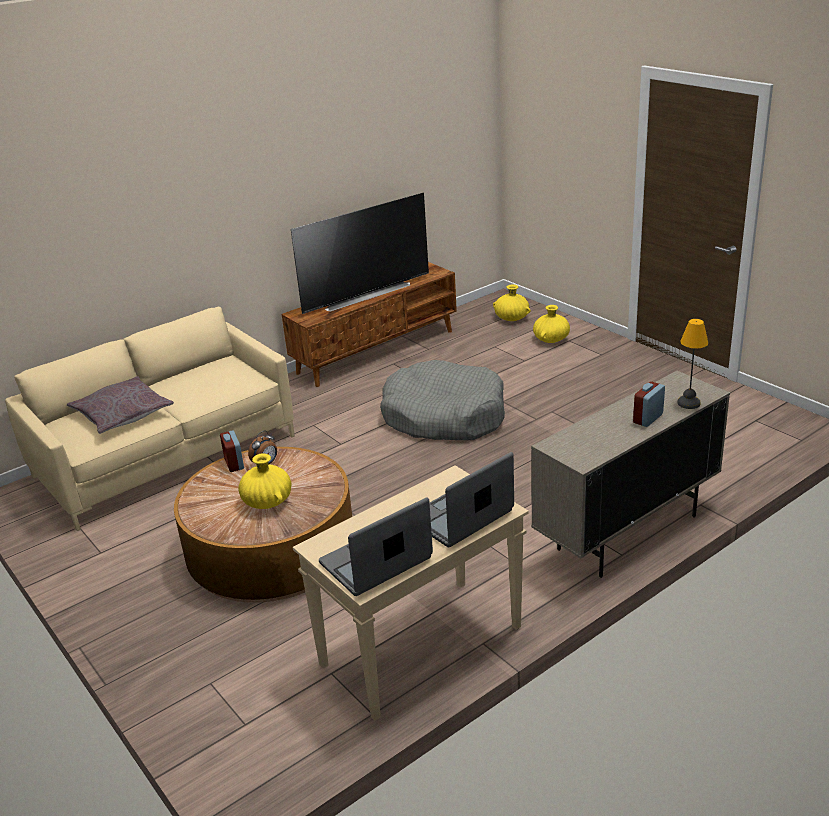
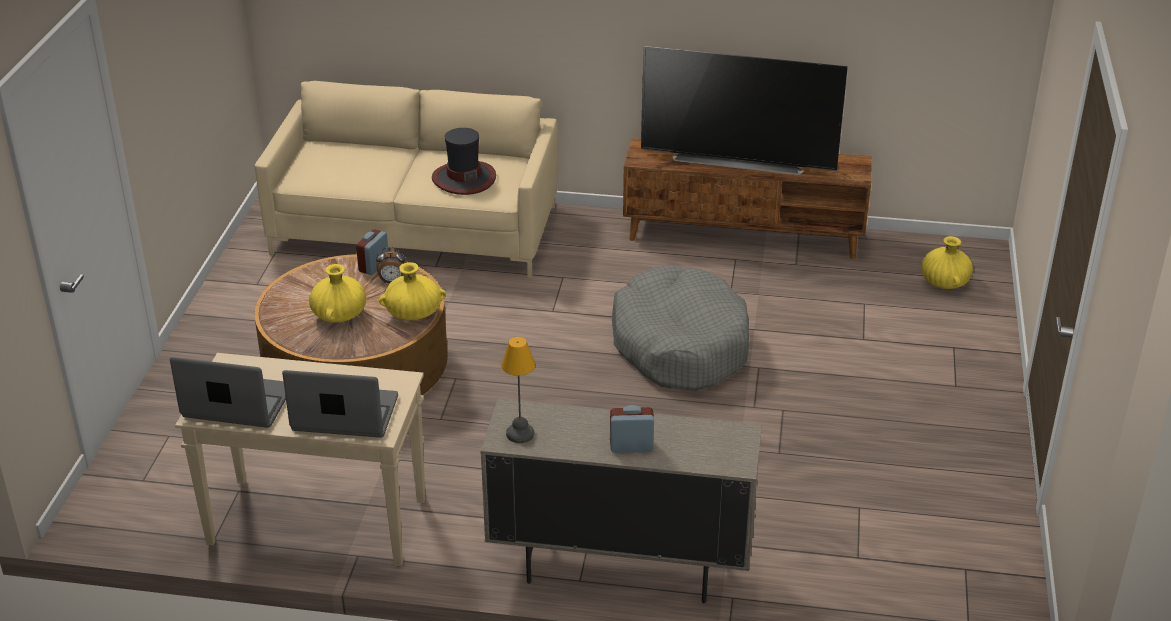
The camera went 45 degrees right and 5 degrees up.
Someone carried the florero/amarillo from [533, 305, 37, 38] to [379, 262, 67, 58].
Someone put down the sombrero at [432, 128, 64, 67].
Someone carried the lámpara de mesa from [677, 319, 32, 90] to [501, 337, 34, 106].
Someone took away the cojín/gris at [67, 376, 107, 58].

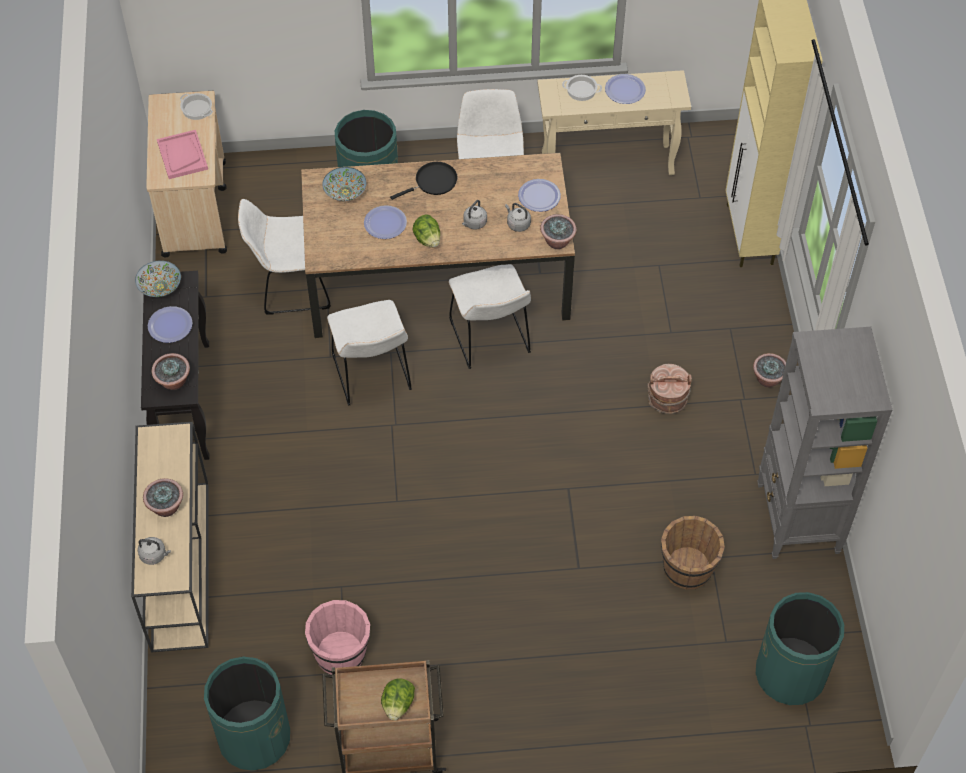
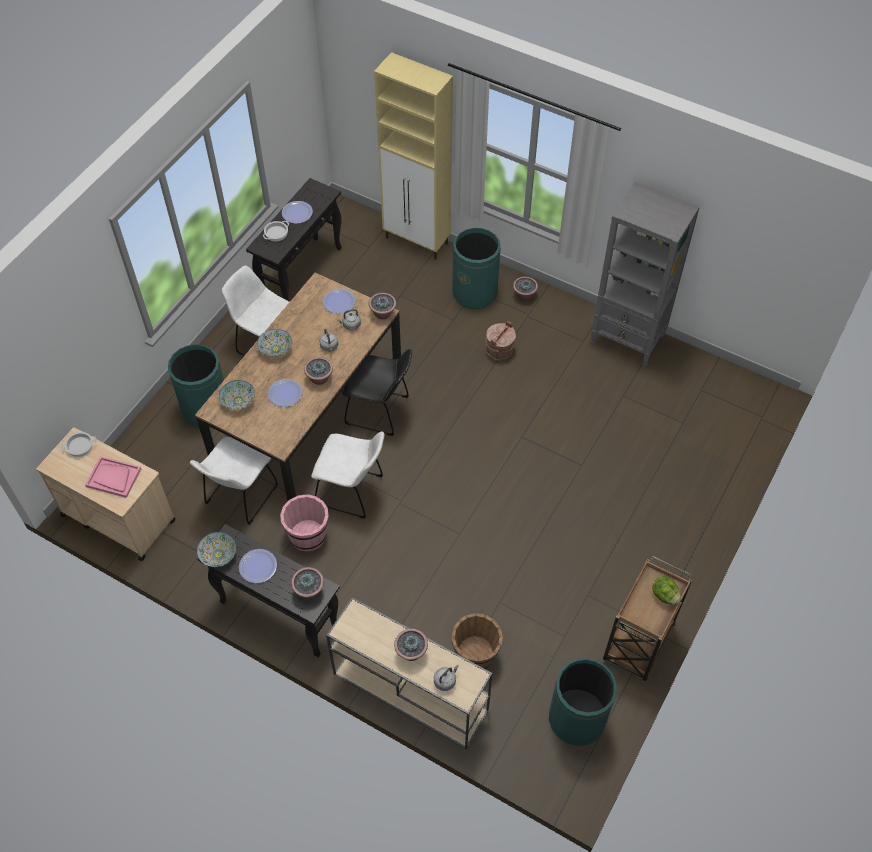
The camera went 55 degrees left and 0 degrees up.
Someone repainted the mesa consola/beis at [537, 70, 154, 105], which became the mesa consola/negro at [246, 178, 96, 123].
Someone swapped the sartén/negro at [390, 162, 68, 38] for the cuenco at [257, 329, 35, 28].
Someone carried the cubo/rosa from [305, 600, 65, 75] to [280, 494, 49, 58].
Someone swapped the lechuga at [412, 214, 28, 33] for the planta en maceta at [304, 357, 29, 28].
Someone repainted the silla/blanco at [449, 264, 82, 105], which became the silla/negro at [342, 349, 70, 87].
Someone carried the cubo/marrón from [661, 516, 64, 73] to [451, 613, 52, 56].
Someone carried the papelera/verde from [756, 592, 88, 113] to [452, 228, 49, 81].

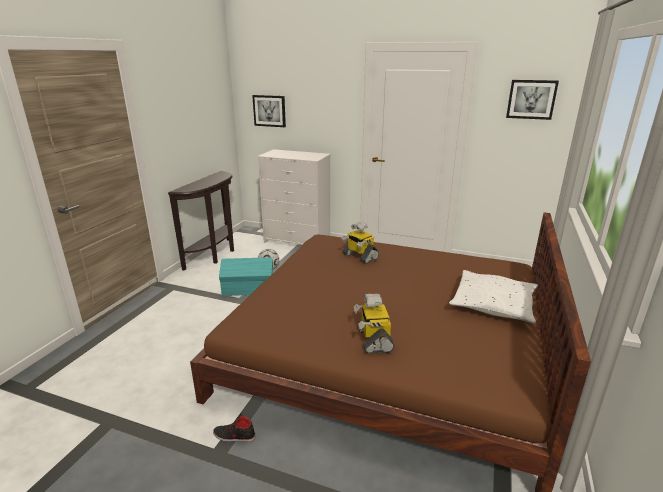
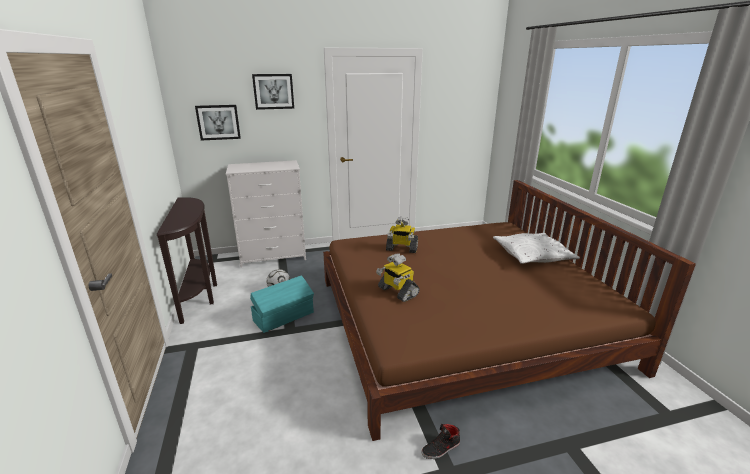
The camera went 35 degrees left and 0 degrees up.
Someone carried the cuadro from [506, 80, 53, 40] to [252, 74, 42, 36].
Someone carried the robot de juguete from [354, 294, 41, 60] to [376, 253, 43, 49].

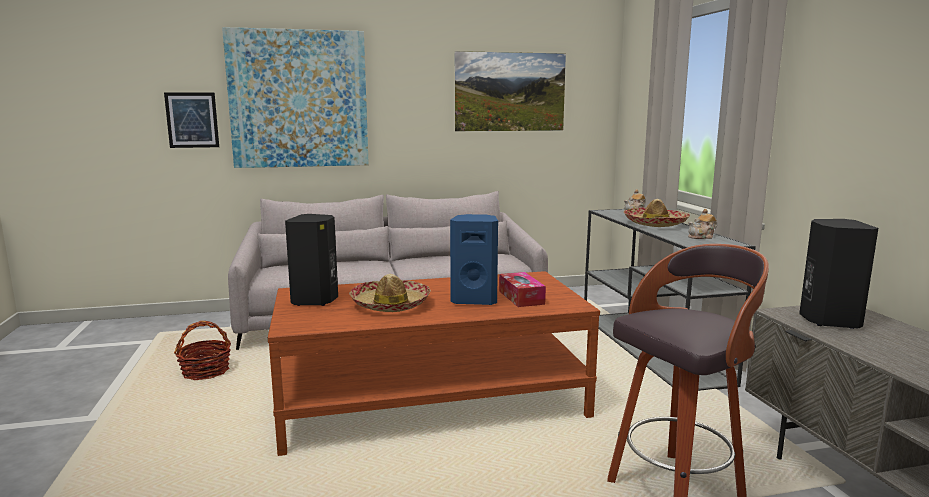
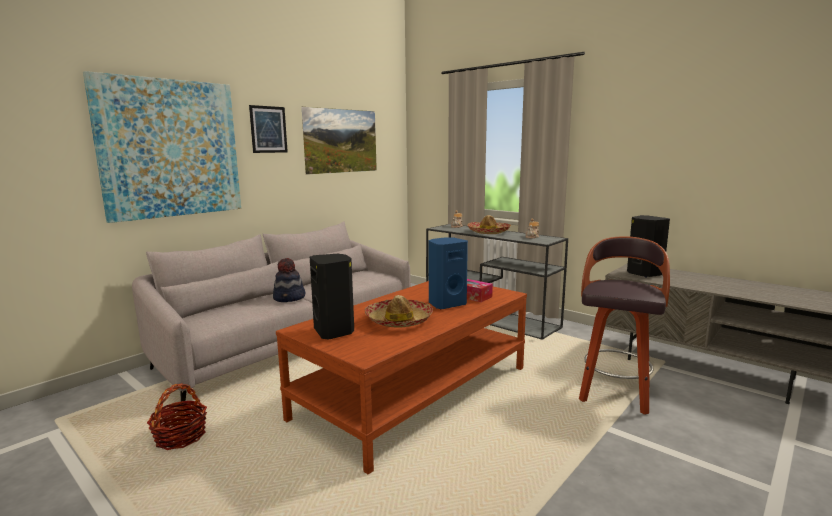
The camera went 35 degrees left and 0 degrees up.
Someone carried the cuadro from [164, 92, 55, 56] to [249, 105, 39, 48].
Someone put down the sombrero at [273, 258, 32, 44].

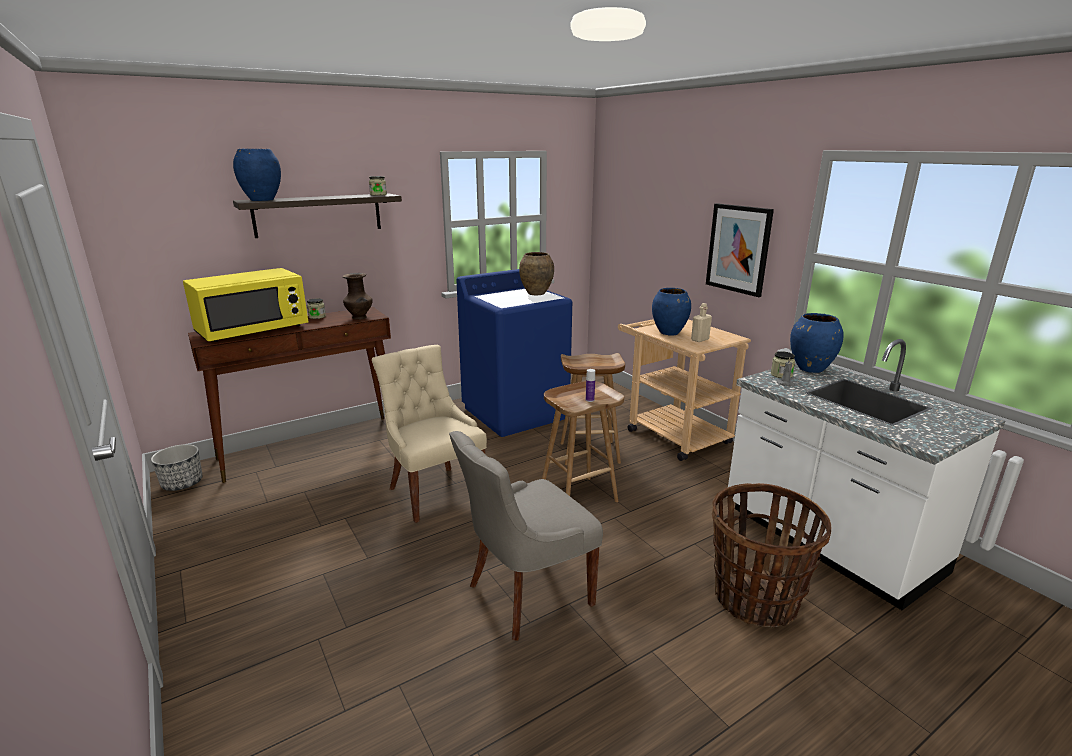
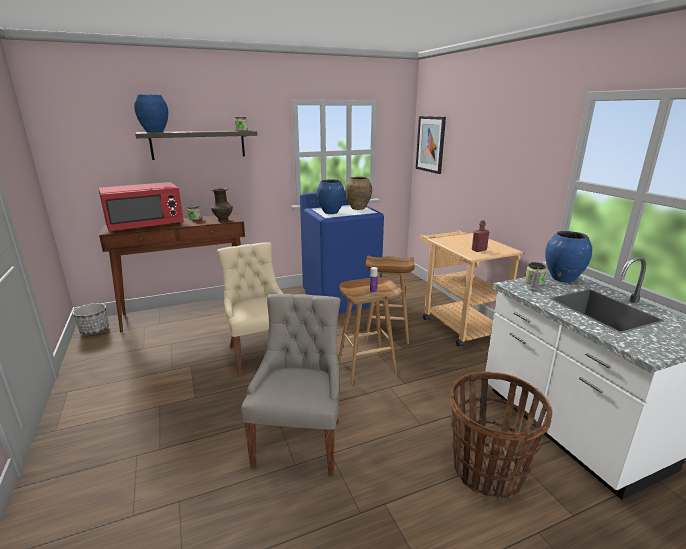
The camera went 10 degrees right and 0 degrees up.
Someone repainted the microondas/amarillo at [183, 268, 125, 74], which became the microondas/rojo at [98, 182, 86, 50].
Someone rotated the silla/gris at [449, 431, 154, 210] by 120 degrees clockwise.
Someone carried the florero/azul from [652, 288, 39, 48] to [317, 179, 28, 35].
Someone carried the cuadro from [706, 203, 68, 94] to [416, 116, 30, 58].
Someone repainted the botella/beis at [691, 303, 21, 39], which became the botella/rojo at [472, 220, 17, 32].

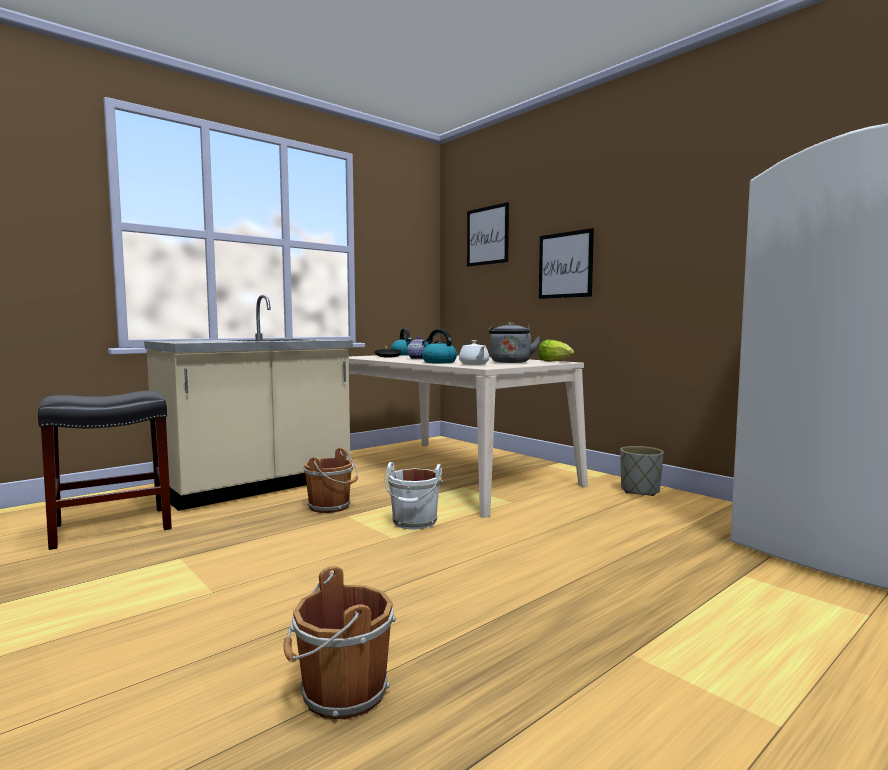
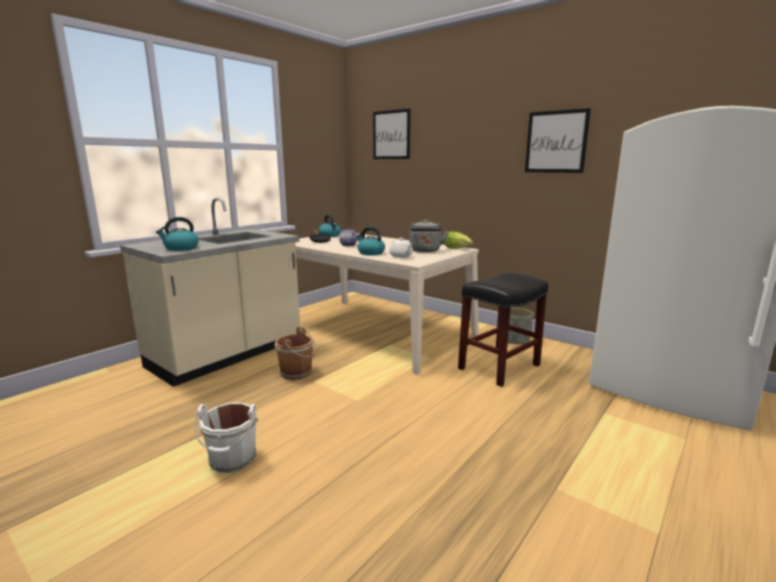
The camera went 10 degrees left and 10 degrees up.
Someone put down the hervidor at [156, 217, 43, 34].
Someone carried the cubo/blanco from [385, 462, 58, 68] to [195, 403, 63, 70].
Someone carried the taburete/negro from [38, 390, 134, 160] to [458, 273, 90, 114].
Someone carried the cuadro from [539, 228, 55, 71] to [525, 108, 66, 65].
Someone took away the cubo/marrón at [284, 566, 112, 153].

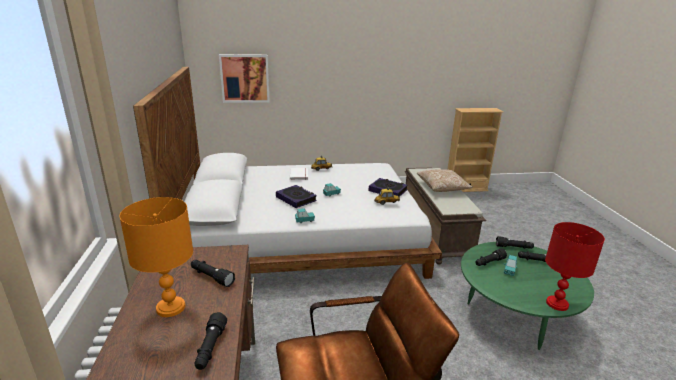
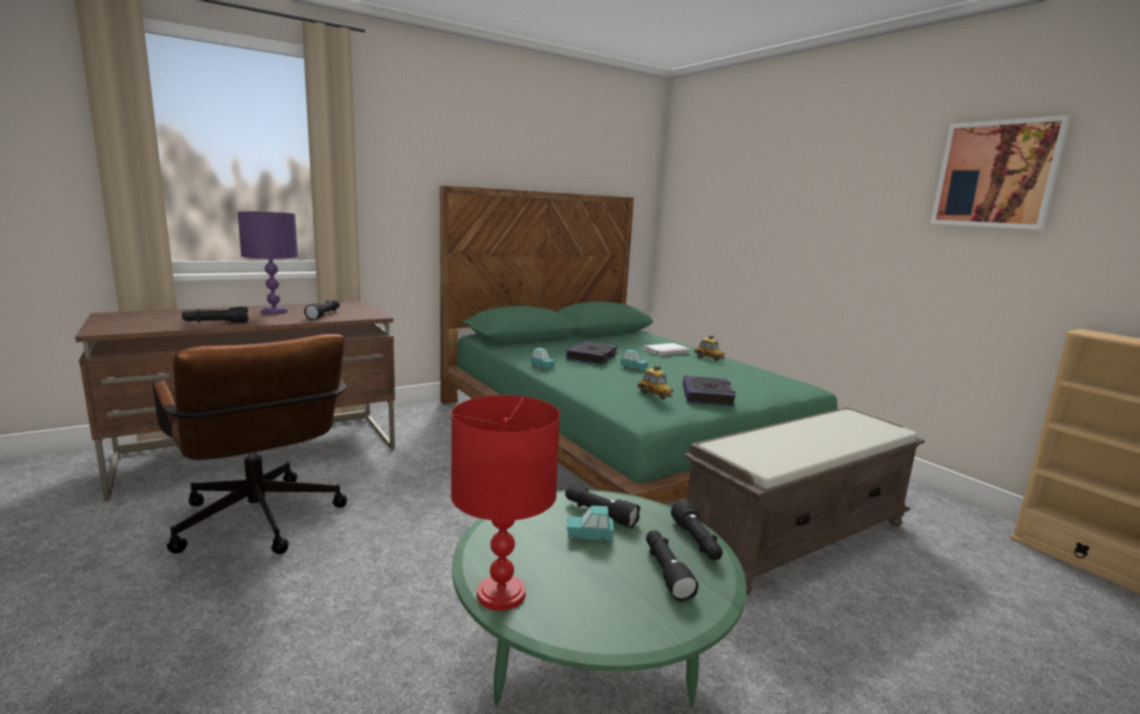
The camera went 65 degrees right and 10 degrees down.
Someone repainted the lámpara de mesa/naranja at [119, 197, 74, 120], which became the lámpara de mesa/morado at [238, 211, 60, 103].
Someone repainted the cama/blanco at [133, 67, 309, 212], which became the cama/verde at [440, 185, 397, 319].
Someone carried the cuadro from [219, 54, 51, 49] to [930, 115, 142, 115].
Someone took away the cojín at [417, 169, 56, 23].

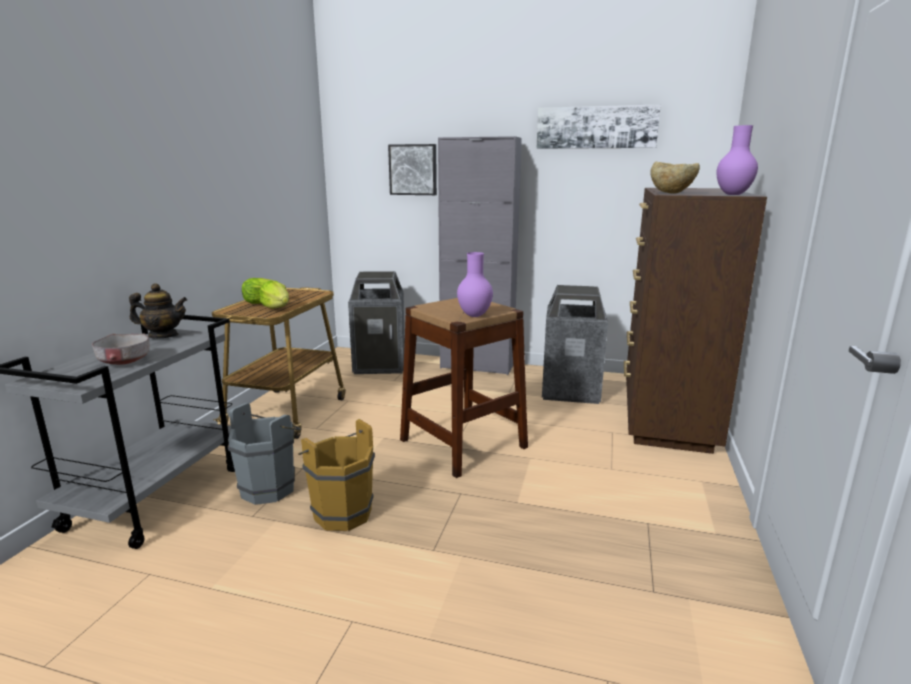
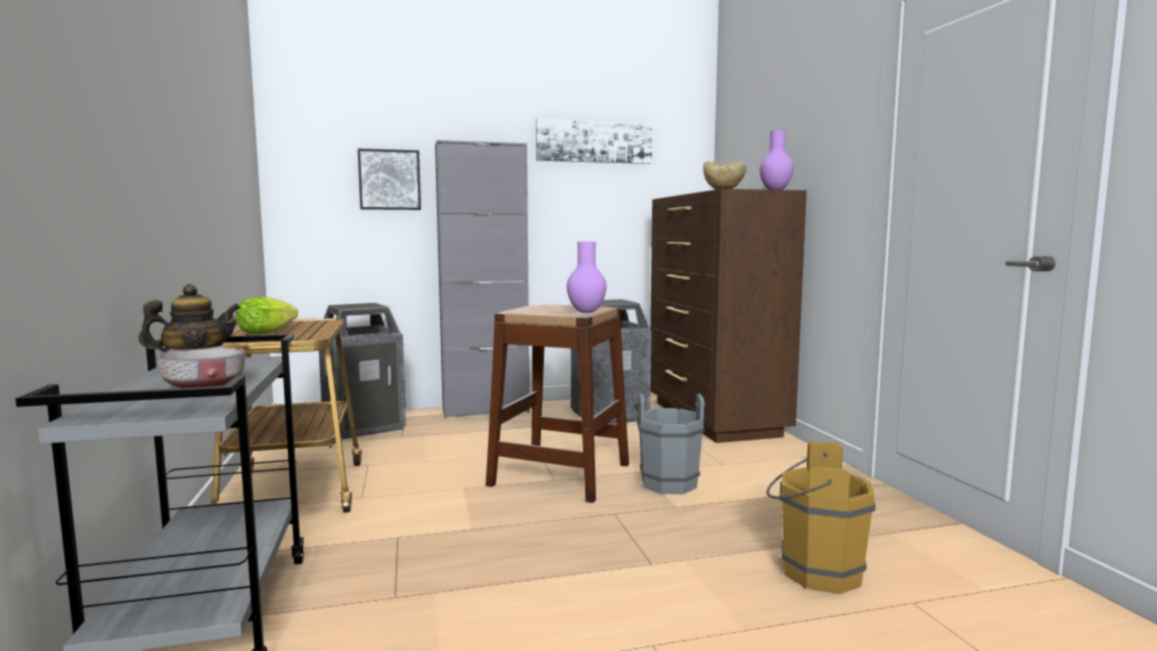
The camera went 30 degrees left and 10 degrees down.
Someone carried the cubo/gris from [228, 402, 73, 103] to [635, 394, 71, 100].
Someone carried the cubo/marrón from [298, 419, 77, 112] to [766, 441, 110, 153].
Someone took away the lechuga at [260, 280, 29, 29].

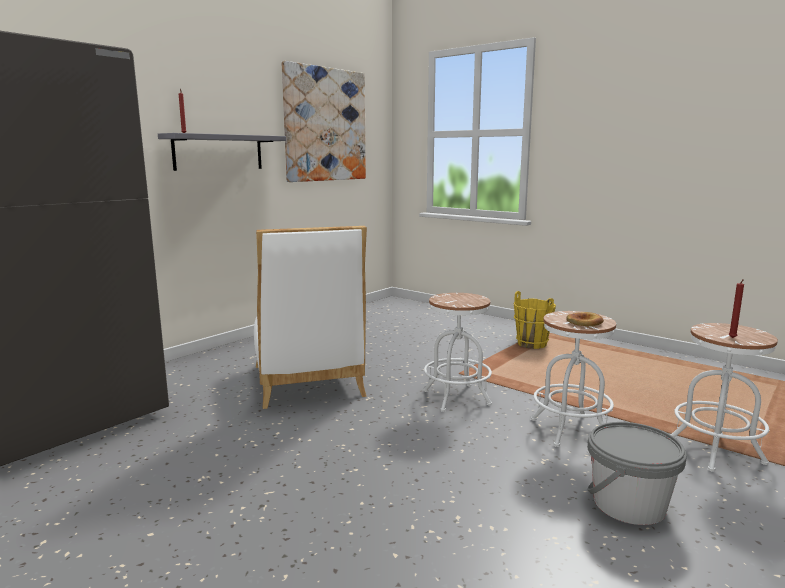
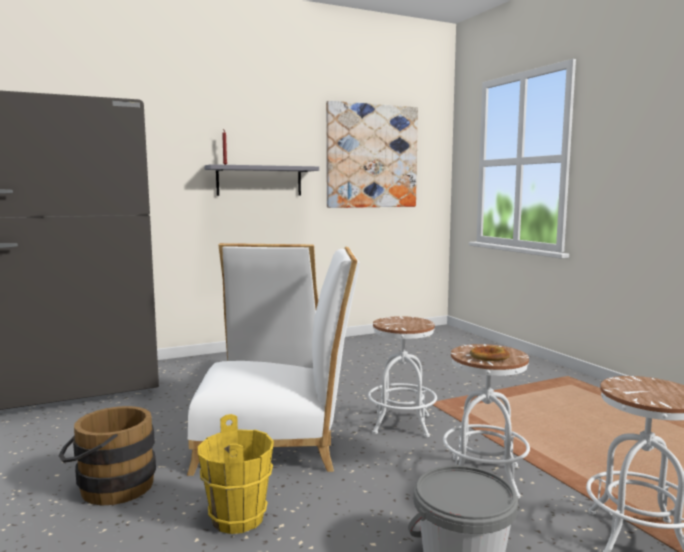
The camera went 25 degrees right and 5 degrees down.
Someone put down the cubo/marrón at [59, 406, 97, 99].
Someone put down the silla/blanco at [187, 247, 173, 229].
Someone carried the cubo/amarillo from [514, 291, 42, 58] to [198, 414, 76, 120].
Someone took away the vela/rojo at [729, 279, 15, 59].

